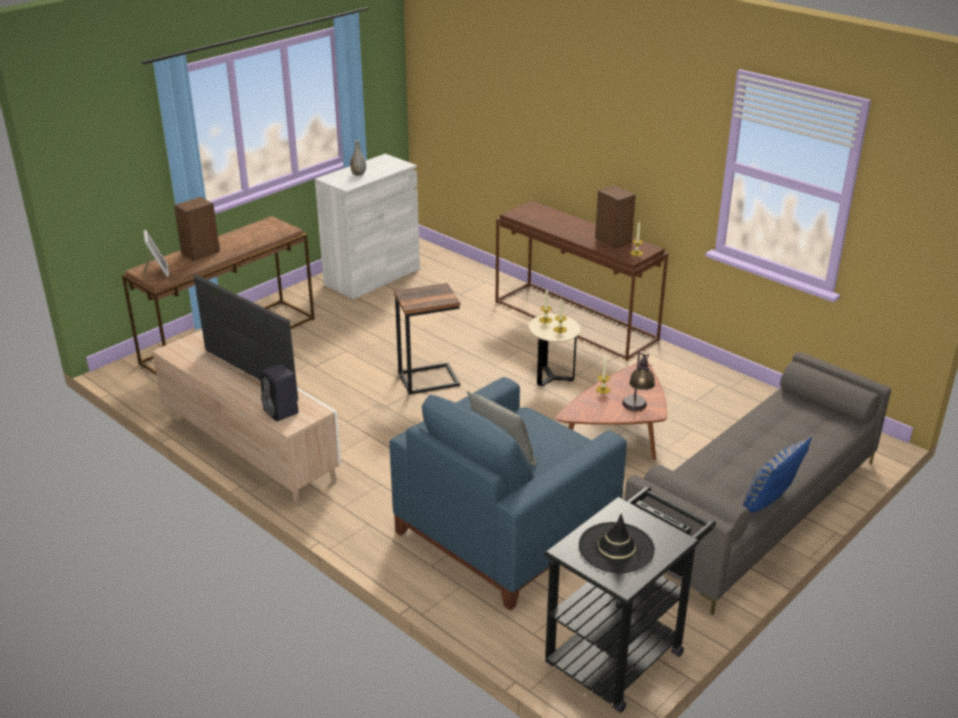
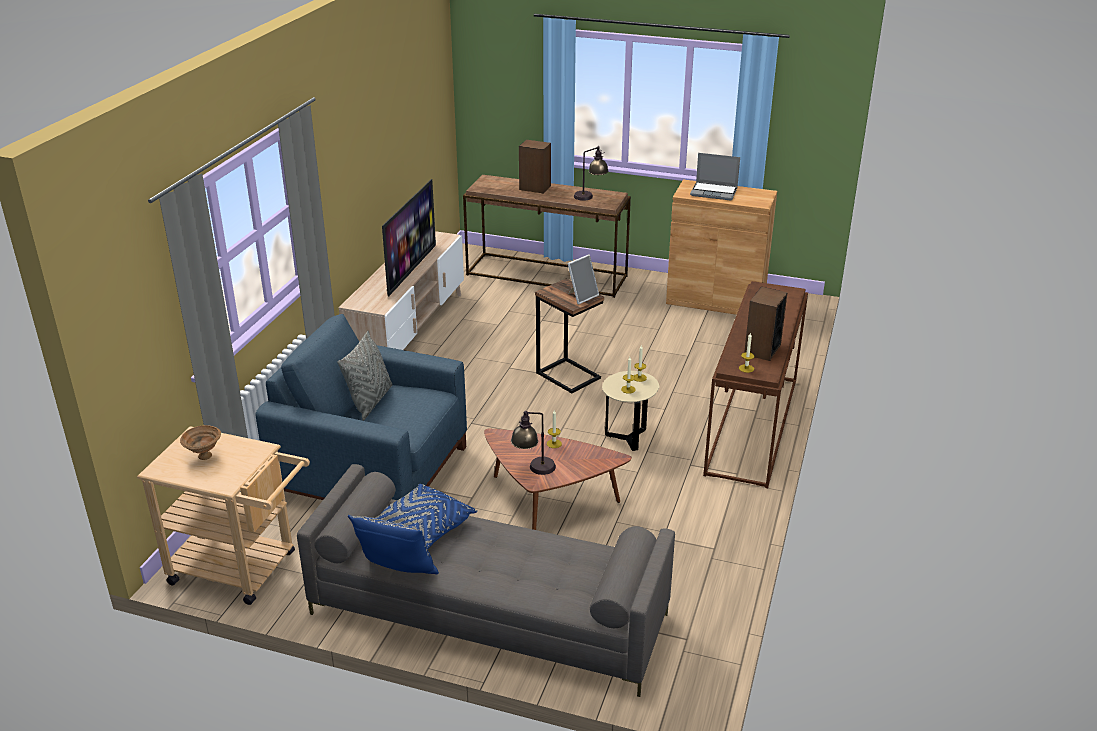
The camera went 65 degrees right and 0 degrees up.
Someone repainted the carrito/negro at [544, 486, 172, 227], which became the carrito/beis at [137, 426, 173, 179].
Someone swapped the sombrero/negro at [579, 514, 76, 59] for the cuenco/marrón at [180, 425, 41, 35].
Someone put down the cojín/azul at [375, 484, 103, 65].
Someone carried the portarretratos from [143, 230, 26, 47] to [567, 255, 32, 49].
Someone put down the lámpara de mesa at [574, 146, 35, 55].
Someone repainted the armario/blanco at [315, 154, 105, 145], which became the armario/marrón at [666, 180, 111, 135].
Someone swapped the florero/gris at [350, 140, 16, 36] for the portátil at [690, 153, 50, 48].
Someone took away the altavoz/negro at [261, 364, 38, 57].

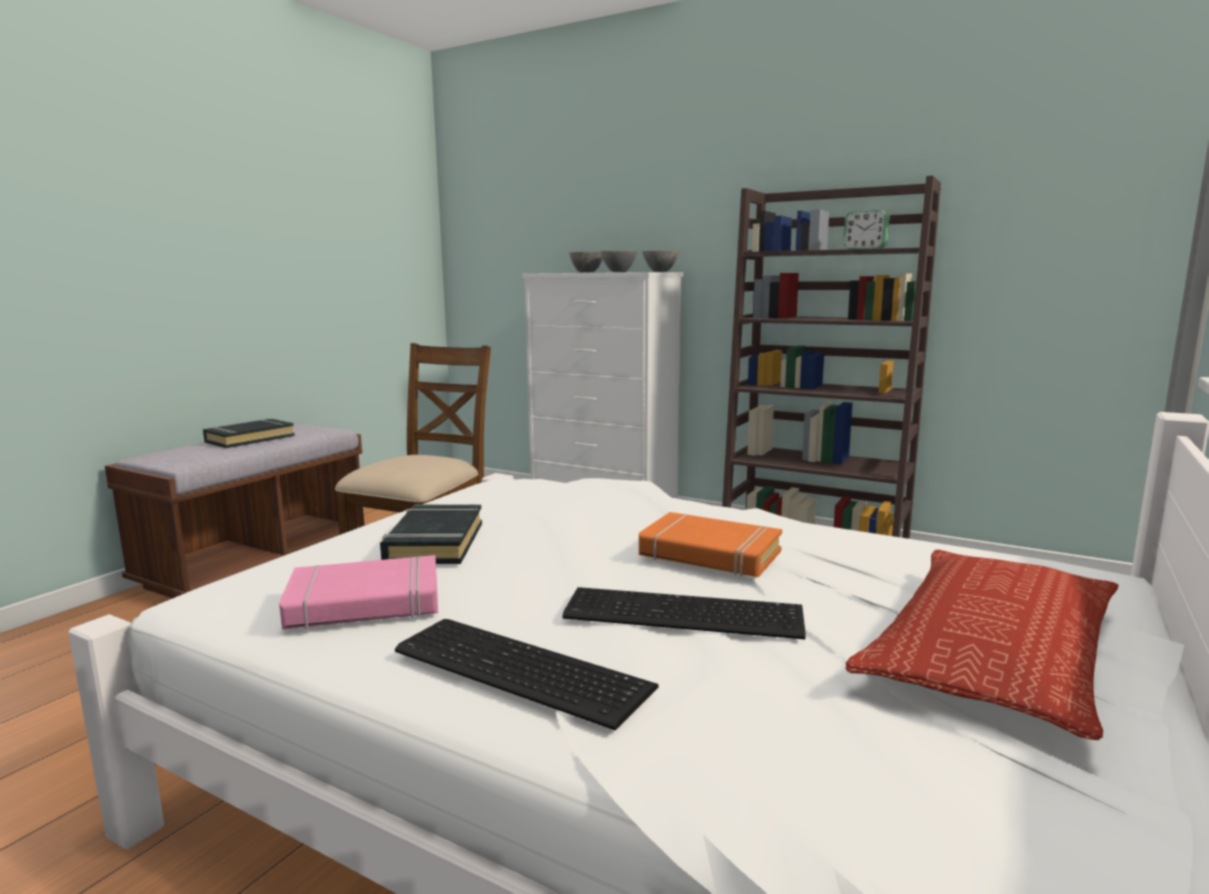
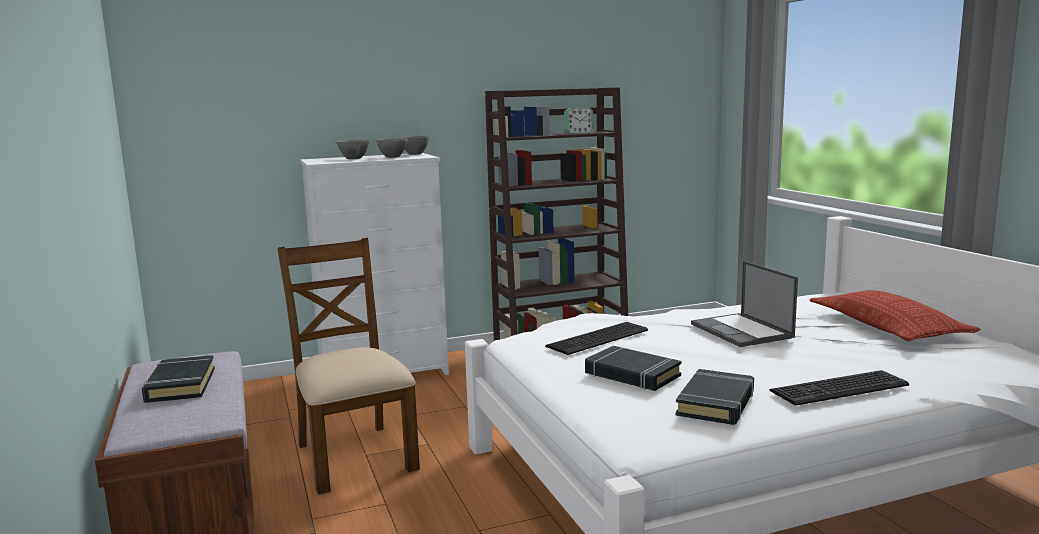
The camera went 50 degrees left and 0 degrees up.
Someone carried the teclado from [562, 587, 244, 52] to [545, 322, 103, 33].
Someone repainted the libro/rosa at [279, 555, 159, 75], which became the libro/negro at [676, 369, 78, 56].
Someone swapped the libro/naranja at [639, 512, 143, 65] for the portátil at [691, 261, 107, 86].

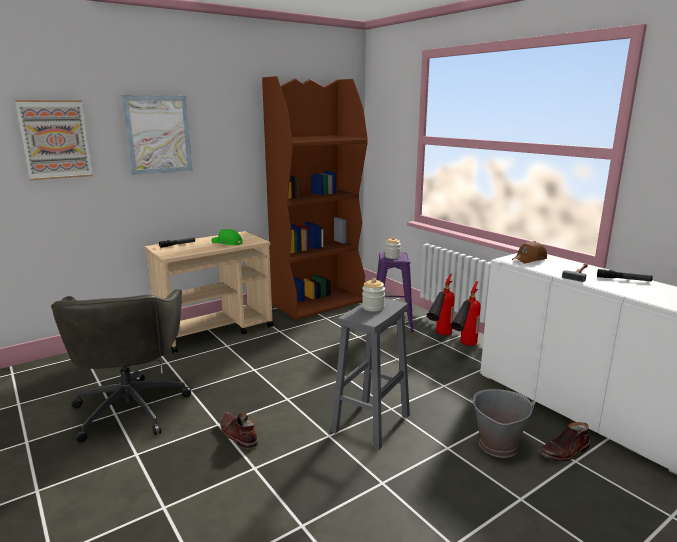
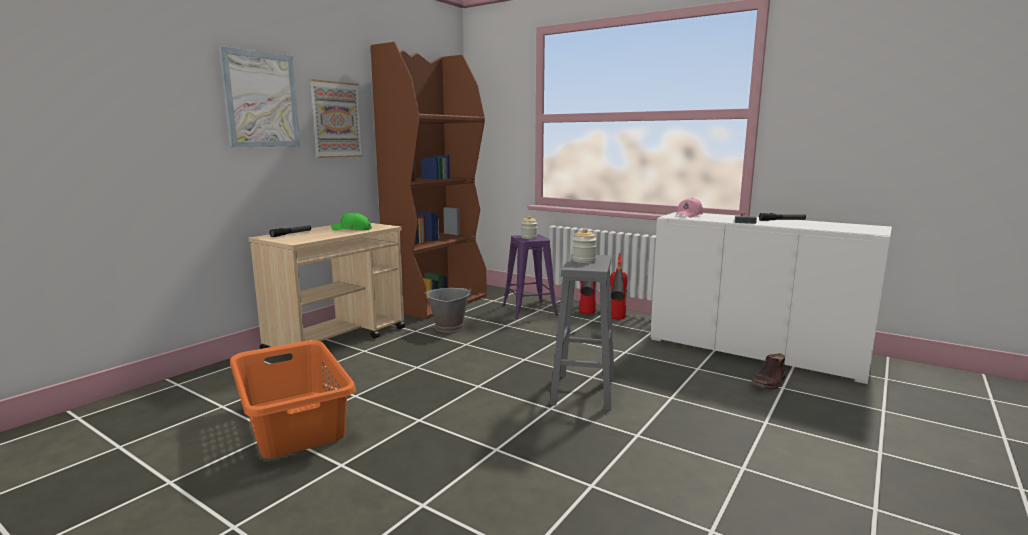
The camera went 20 degrees left and 5 degrees down.
Someone swapped the silla de oficina/gris at [51, 289, 140, 154] for the cesto de la ropa/naranja at [230, 340, 126, 118].
Someone carried the cuadro from [15, 100, 78, 80] to [310, 79, 53, 79].
Someone carried the cubo/gris from [470, 389, 65, 69] to [425, 288, 47, 45].
Someone repainted the gorra/marrón at [512, 241, 35, 23], which became the gorra/rosa at [676, 198, 27, 20].
Someone took away the bota/marrón at [220, 412, 38, 37].

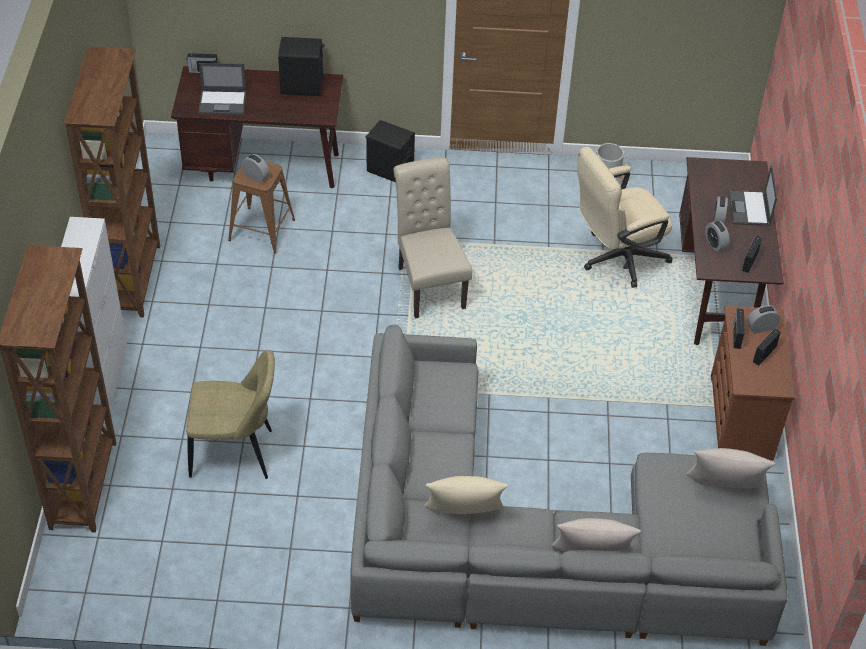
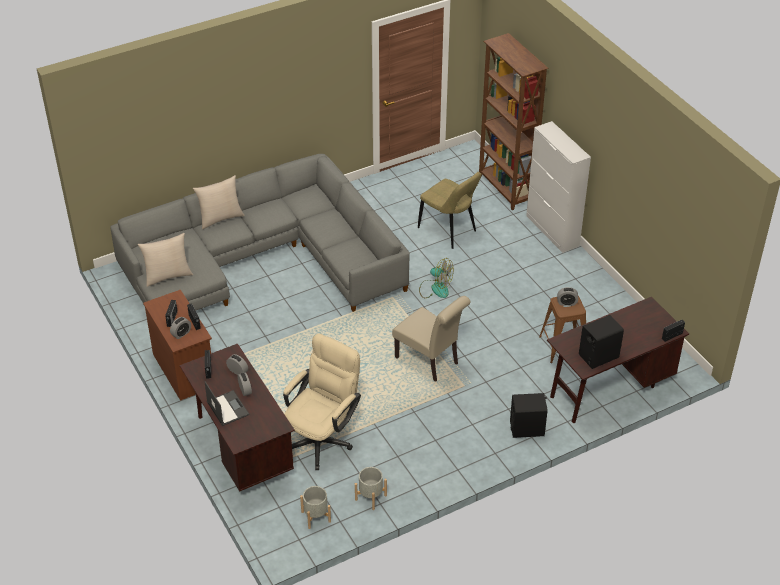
The camera went 150 degrees right and 5 degrees down.
Someone put down the maceta/gris at [300, 486, 31, 43].
Someone rotated the silla/beis at [186, 350, 89, 129] by 105 degrees counterclockwise.
Someone put down the ventilador at [419, 258, 34, 40].
Someone took away the estantería/marrón at [64, 46, 96, 271].
Someone took away the portátil at [198, 63, 48, 52].
Someone took away the cojín/beis at [424, 476, 84, 38].

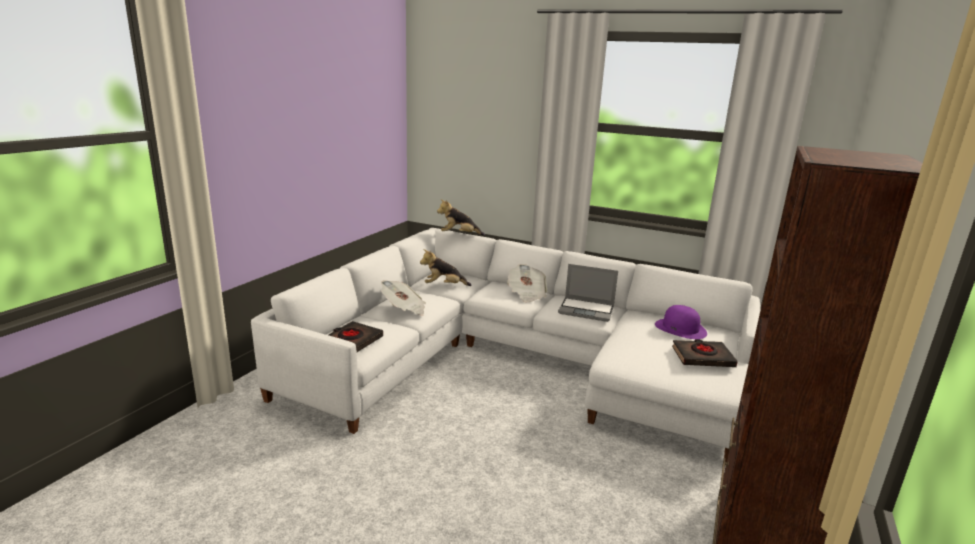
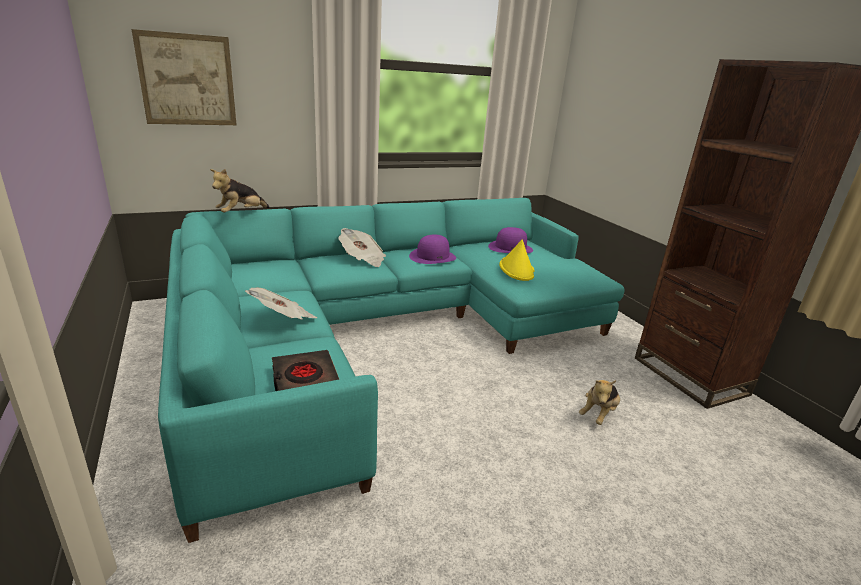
The camera went 50 degrees left and 5 degrees up.
Someone put up the cuadro at [132, 29, 105, 96].
Someone repainted the sofá/blanco at [251, 228, 510, 234], which became the sofá/turquesa at [158, 198, 467, 345].
Someone swapped the portátil at [558, 264, 60, 58] for the sombrero/morado at [409, 235, 47, 29].
Someone put down the sombrero/amarillo at [499, 240, 35, 41].
Someone carried the peluche from [420, 249, 52, 37] to [579, 380, 41, 45].
Someone took away the libro/negro at [672, 339, 66, 28].

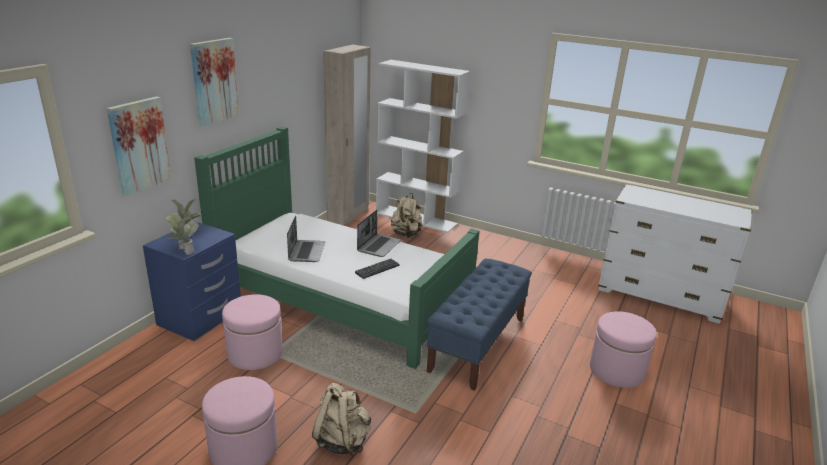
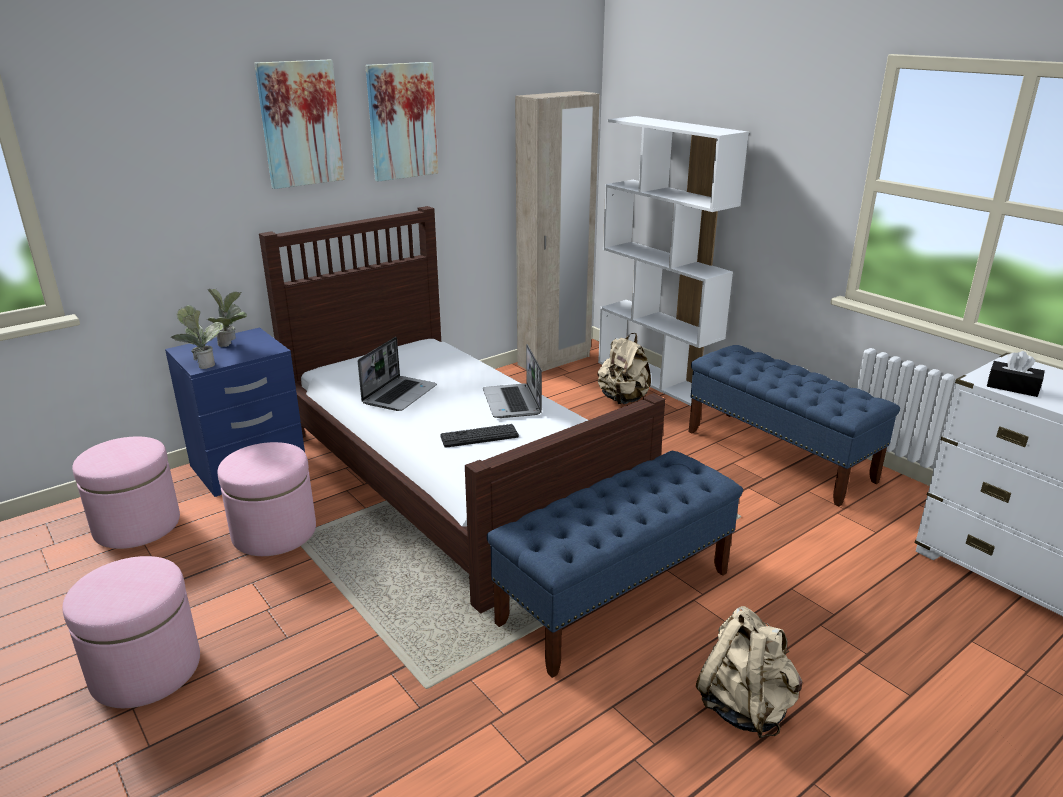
The camera went 25 degrees right and 0 degrees up.
Someone carried the puf/rosa from [590, 311, 67, 77] to [72, 436, 108, 113].
Someone repainted the cama/verde at [194, 126, 285, 243], which became the cama/marrón at [259, 206, 406, 408].
Someone carried the cuadro from [106, 96, 66, 100] to [365, 62, 73, 120].
Someone rotated the portátil at [357, 210, 44, 47] by 120 degrees clockwise.
Someone put down the banco/azul at [689, 345, 211, 162].
Someone carried the mochila/beis from [312, 383, 59, 73] to [696, 606, 106, 132].
Someone put down the caja de pañuelos/negro at [987, 351, 58, 46].

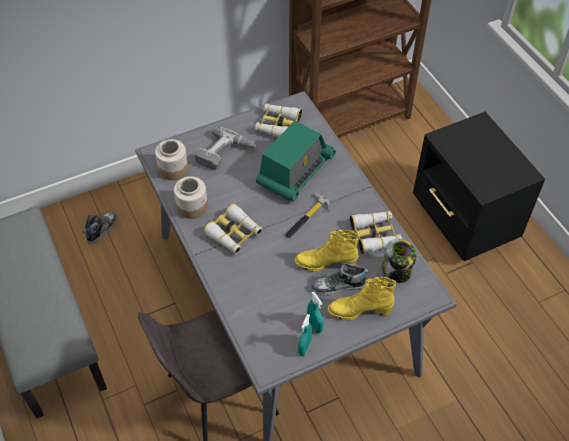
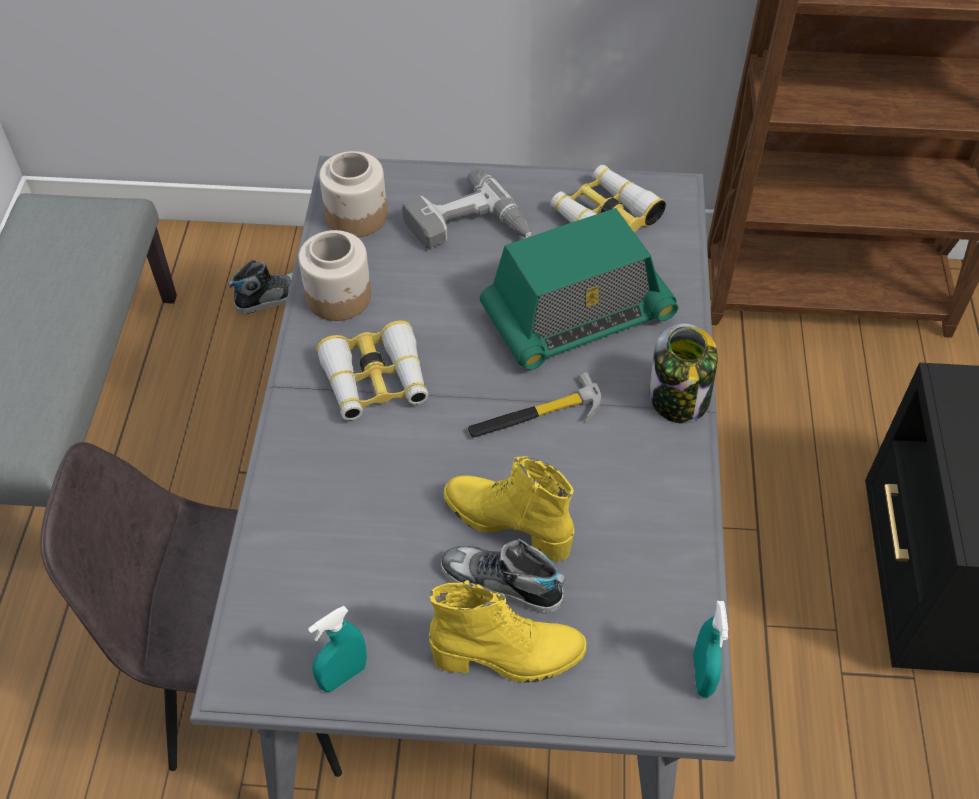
The camera went 30 degrees right and 0 degrees up.
Someone rotated the bota/amarillo at [328, 277, 68, 44] by 150 degrees clockwise.
Someone carried the tarro from [382, 239, 34, 44] to [649, 324, 69, 100].
Someone carried the pulverizador/turquesa from [307, 292, 17, 41] to [693, 601, 35, 97].
Someone took away the prismáticos at [350, 211, 52, 44].

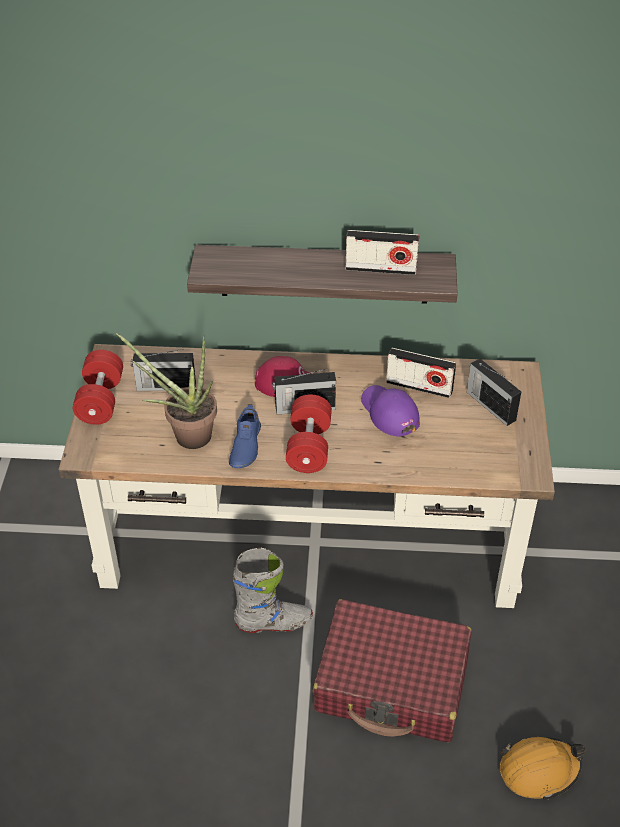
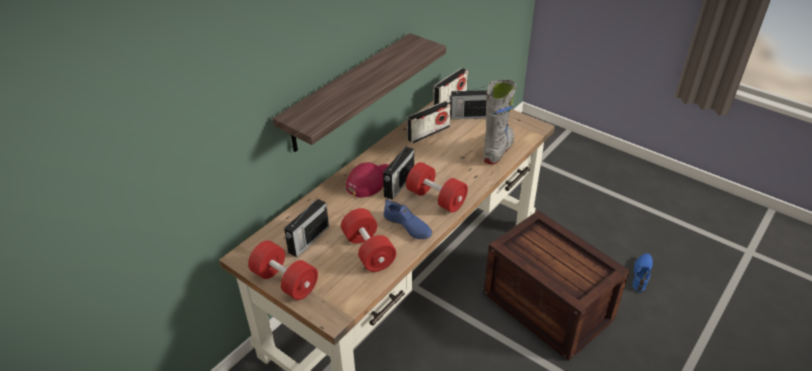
The camera went 55 degrees left and 5 degrees down.
Someone swapped the planta en maceta at [116, 333, 101, 116] for the mancuerna/rojo at [341, 208, 55, 64].
Someone carried the radio from [345, 230, 74, 45] to [433, 68, 35, 38].
Someone carried the bota/gris from [233, 548, 80, 85] to [484, 80, 32, 84].
Someone swapped the maleta/rojo at [313, 599, 159, 144] for the caja de embalaje at [484, 210, 146, 151].
Someone swapped the casco/naranja at [500, 737, 85, 63] for the zapato/azul at [632, 253, 21, 39].
Someone took away the gorra/morado at [361, 385, 59, 52].

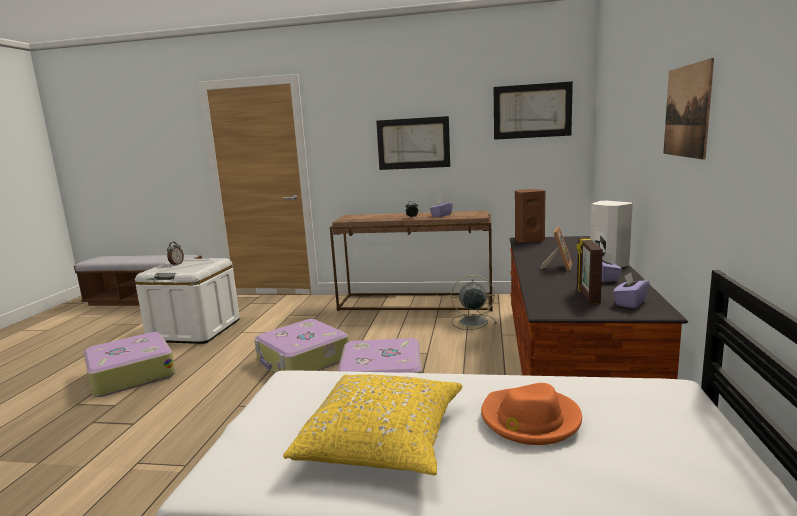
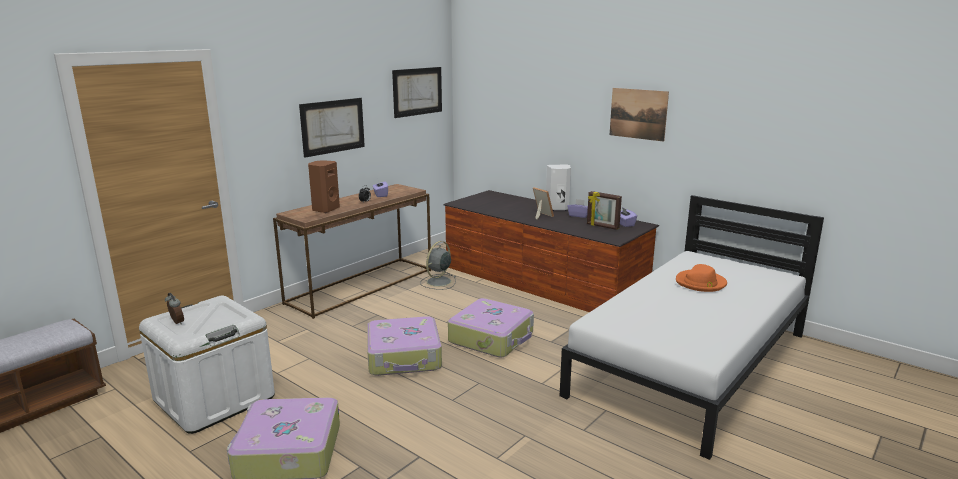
The camera went 60 degrees left and 5 degrees up.
Someone carried the altavoz/marrón from [515, 189, 30, 54] to [308, 160, 32, 53].
Someone took away the cojín/amarillo at [283, 374, 179, 101].

